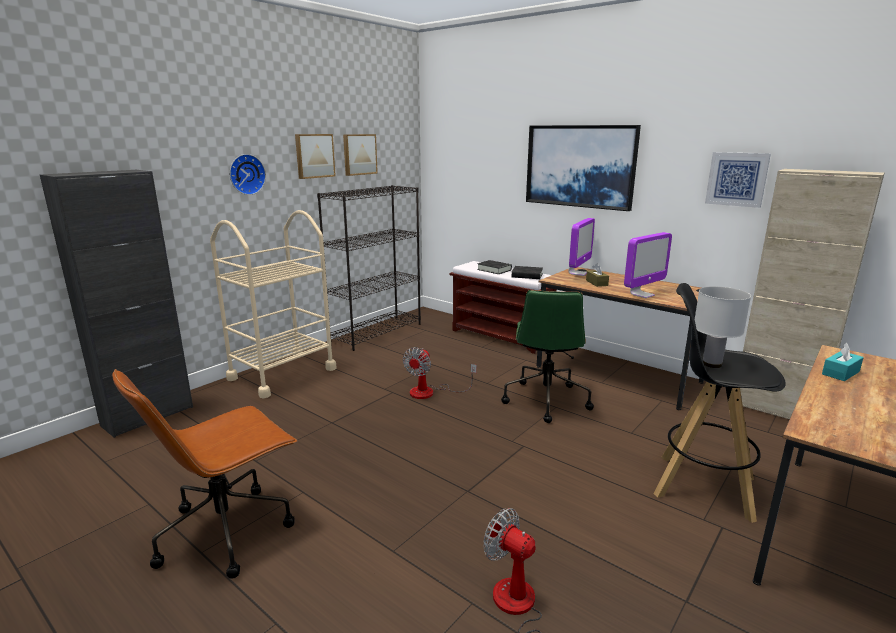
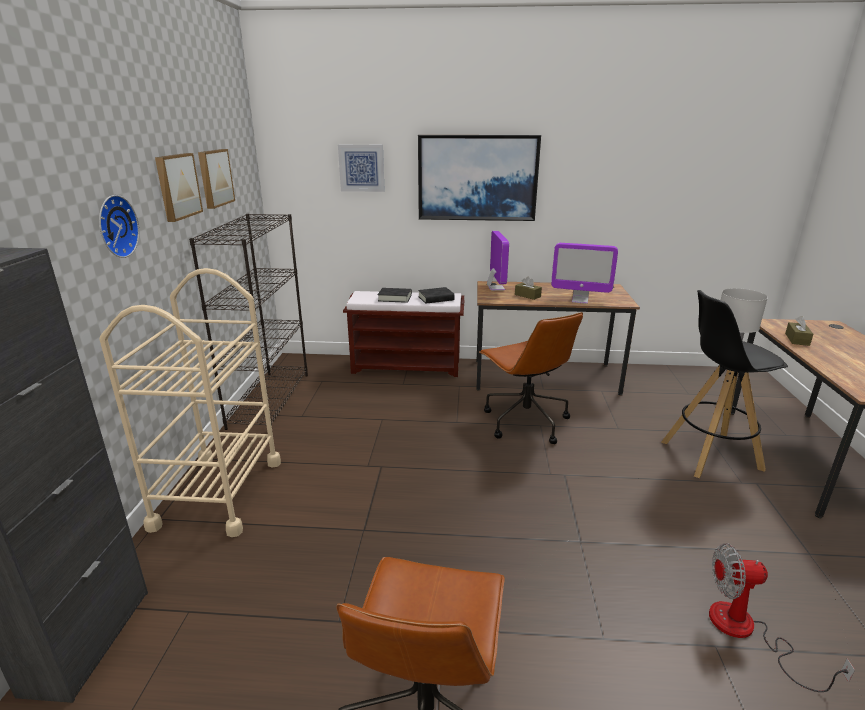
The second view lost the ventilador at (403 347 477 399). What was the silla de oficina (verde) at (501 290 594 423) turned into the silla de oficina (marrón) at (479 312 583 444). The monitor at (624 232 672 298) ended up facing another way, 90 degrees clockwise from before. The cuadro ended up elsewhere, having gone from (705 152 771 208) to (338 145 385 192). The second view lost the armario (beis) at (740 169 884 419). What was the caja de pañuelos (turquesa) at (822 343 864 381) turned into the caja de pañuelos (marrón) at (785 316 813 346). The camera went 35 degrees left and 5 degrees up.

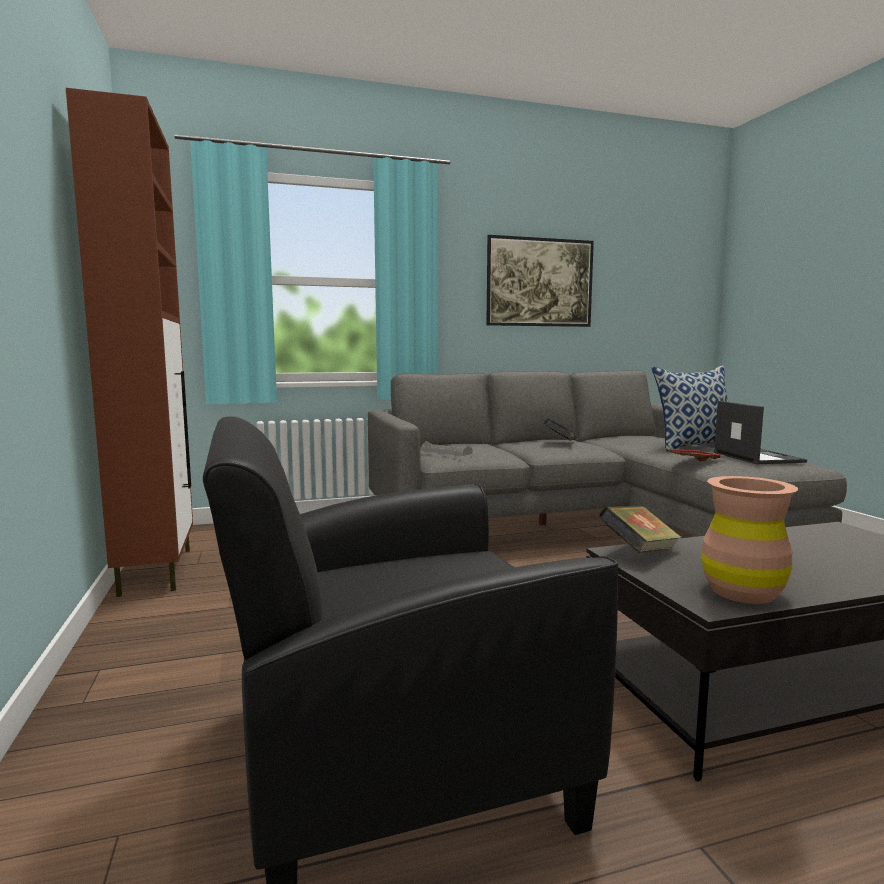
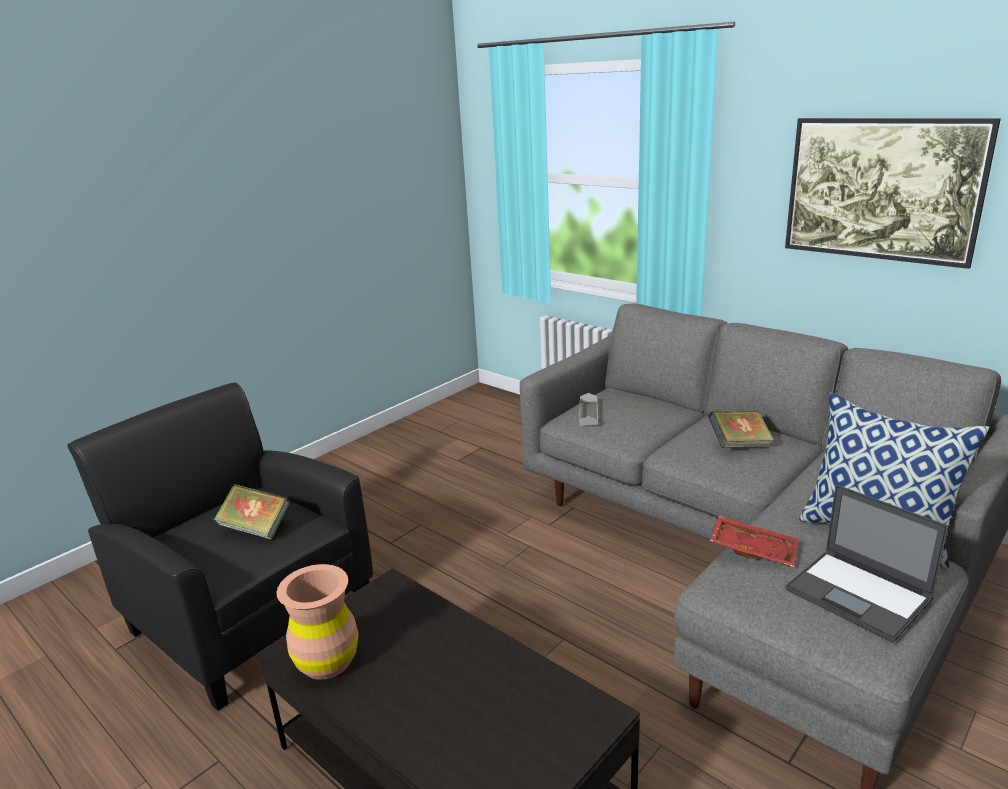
The second view lost the armario (marrón) at (66 88 193 597). The libro ended up elsewhere, having gone from (598 506 681 553) to (214 484 290 540). The portátil at (713 401 807 464) ended up facing another way, 90 degrees clockwise from before. The camera went 60 degrees right and 15 degrees up.

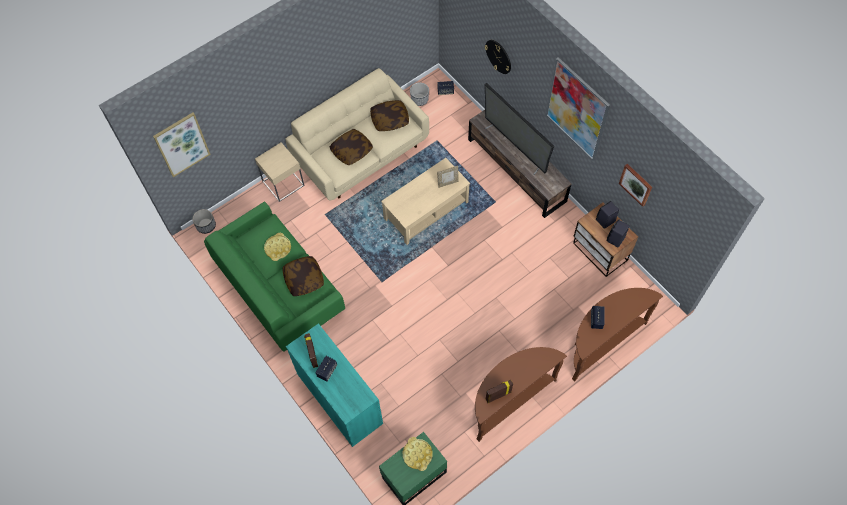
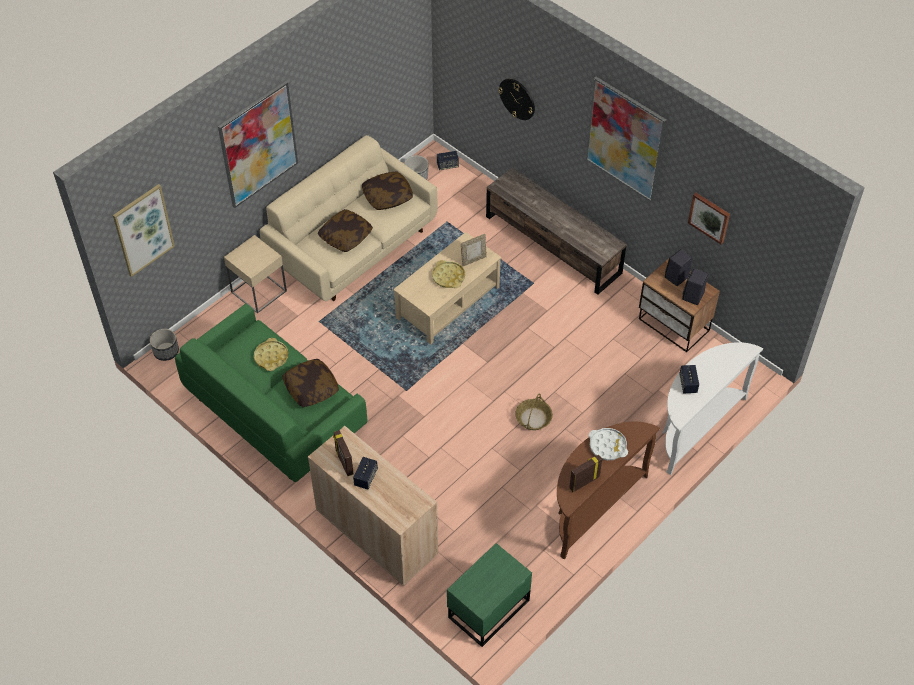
What was the armario (turquesa) at (286 323 383 447) turned into the armario (beis) at (308 426 438 586). The bandeja (amarillo) ended up elsewhere, having gone from (403 437 433 471) to (432 260 465 288). The second view lost the televisor at (484 83 554 175). What was the mesa consola (marrón) at (572 288 663 382) turned into the mesa consola (blanco) at (663 342 763 475). The second view gained the cuadro at (218 81 298 208). The second view gained the cesta at (515 393 553 430). The second view gained the bandeja (blanco) at (589 428 628 460). The camera went 10 degrees left and 10 degrees down.

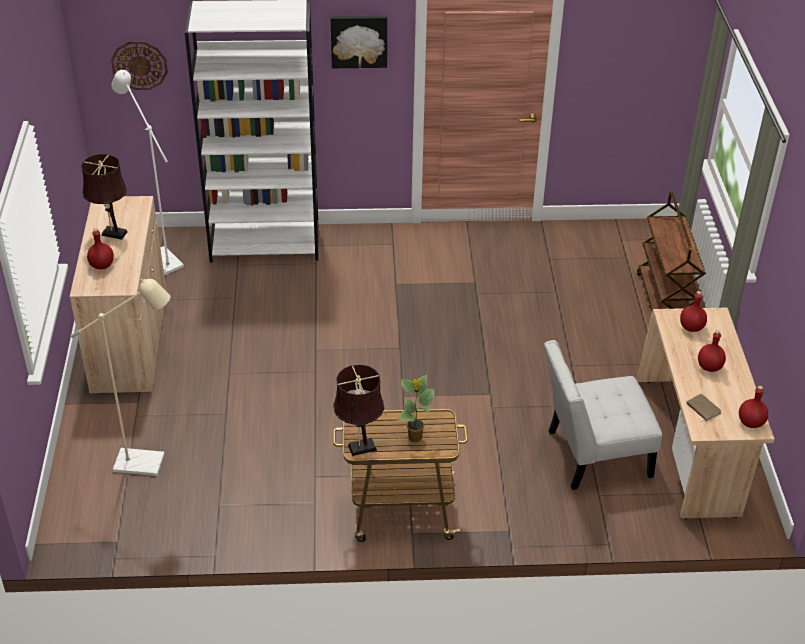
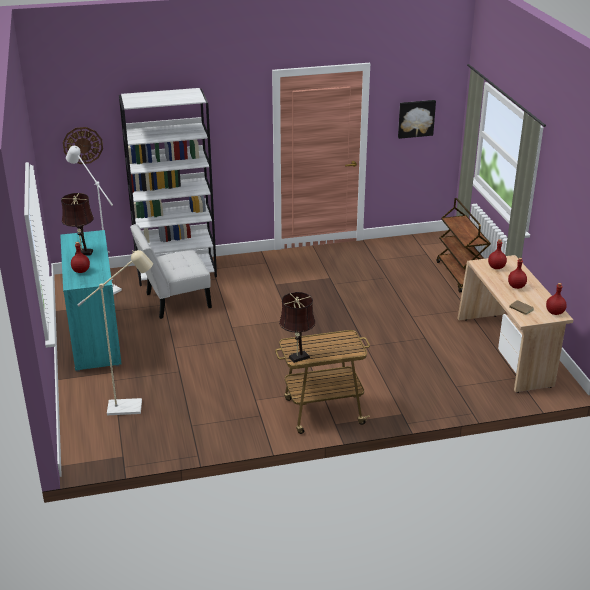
What was the armario (beis) at (70 196 166 395) turned into the armario (turquesa) at (60 230 122 372). The cuadro ended up elsewhere, having gone from (331 16 387 68) to (398 100 436 139). The second view lost the planta en maceta at (398 374 435 442). The silla (blanco) ended up elsewhere, having gone from (544 340 662 490) to (130 224 212 319). The camera went 10 degrees left and 10 degrees down.

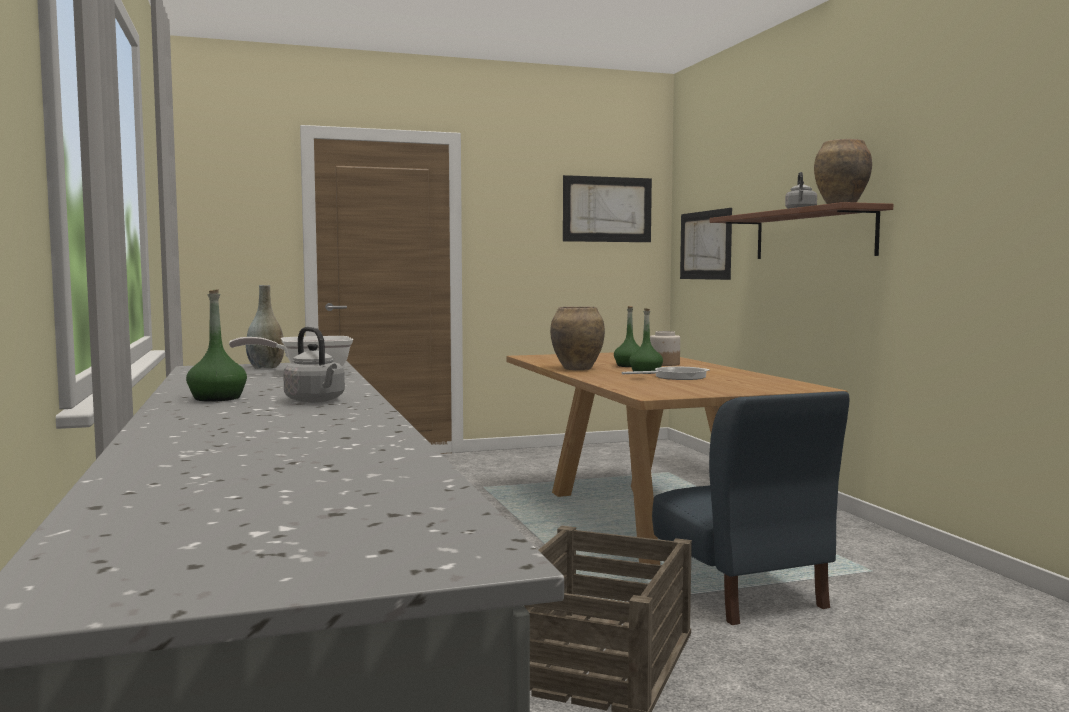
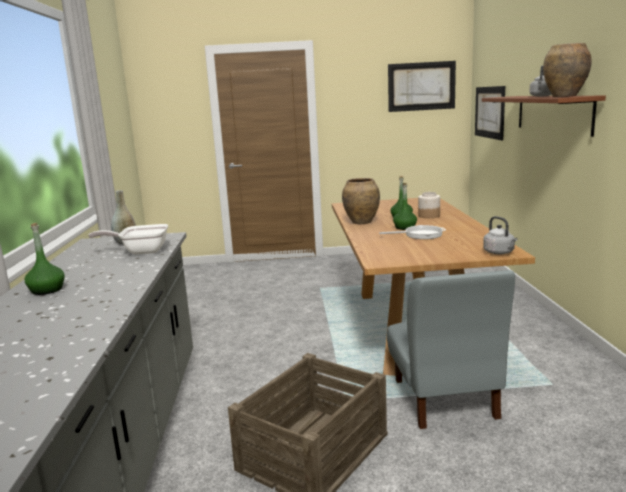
The hervidor (gris) ended up elsewhere, having gone from (283 327 345 403) to (483 216 518 255). What was the silla (azul) at (652 391 849 625) turned into the silla (gris) at (387 270 515 429). The camera went 15 degrees right and 10 degrees up.

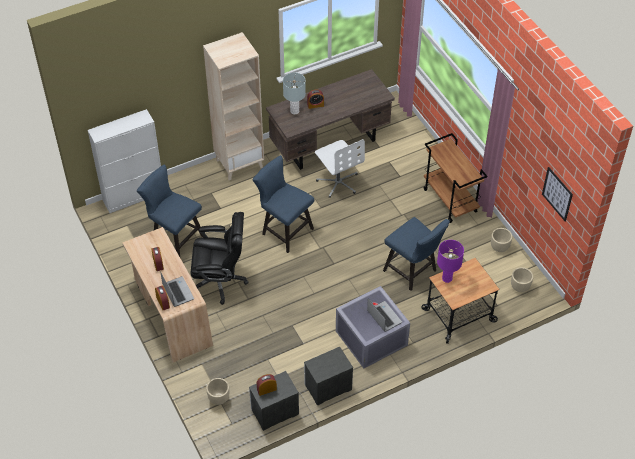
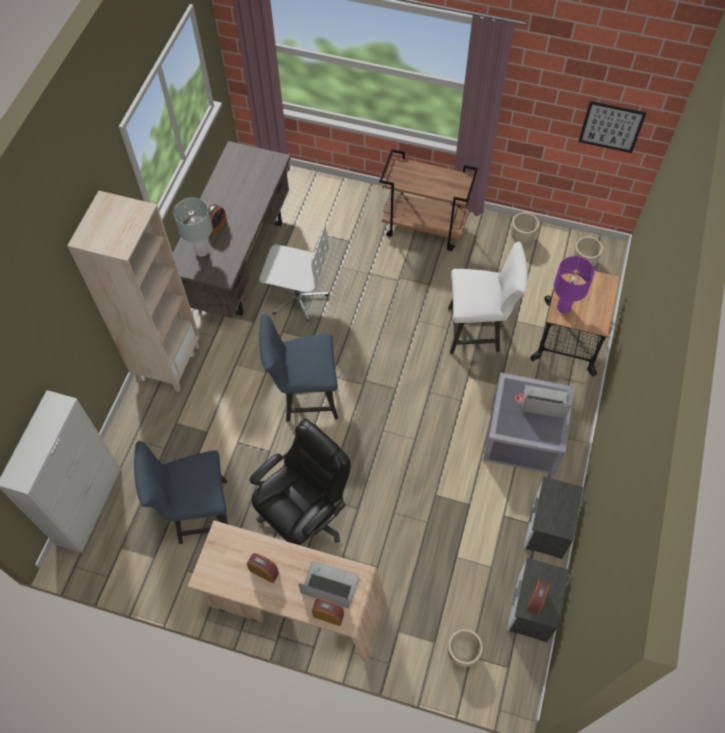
What was the silla (azul) at (383 217 450 291) turned into the silla (blanco) at (448 242 528 354). The camera went 45 degrees left and 10 degrees up.

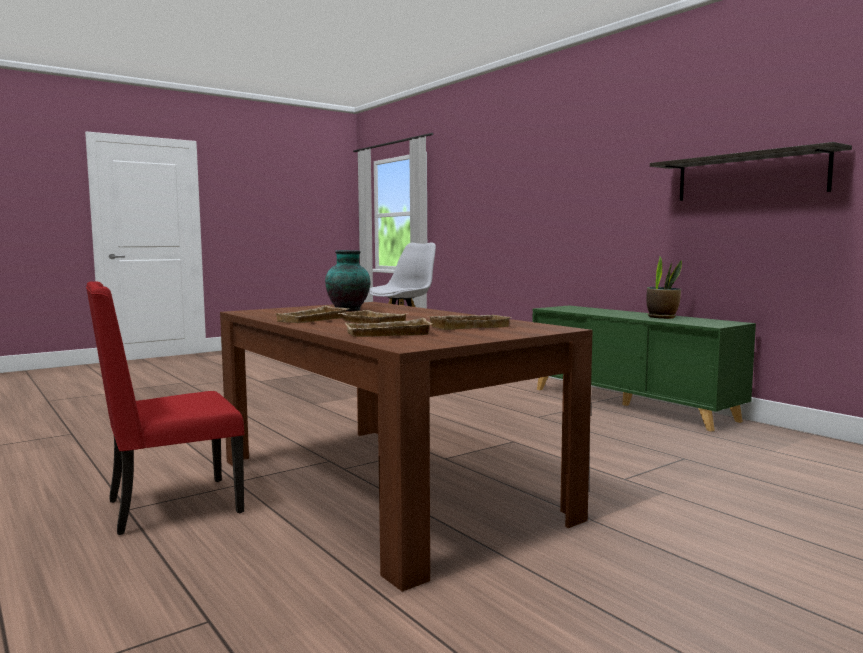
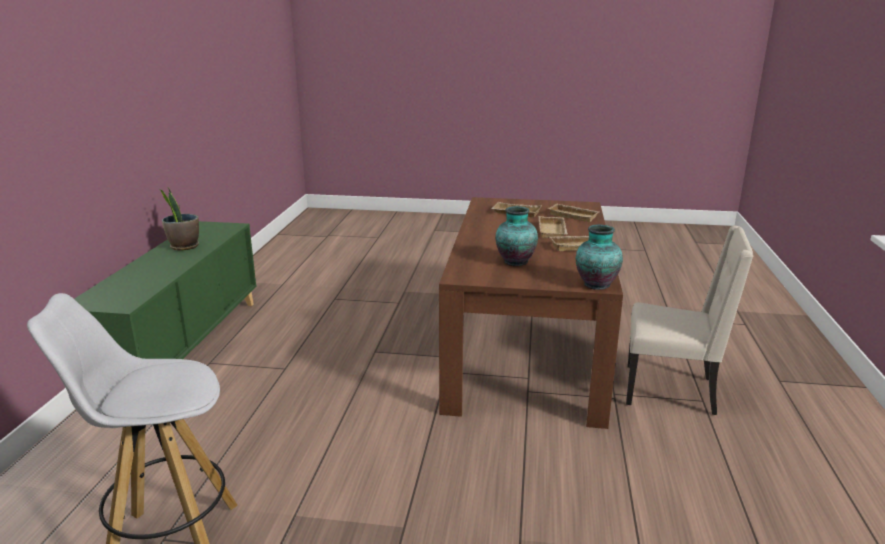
What was the silla (rojo) at (86 281 245 535) turned into the silla (beis) at (626 225 753 415). The second view lost the estante at (650 142 852 201). The second view gained the florero at (576 224 623 290). The camera went 135 degrees left and 15 degrees up.

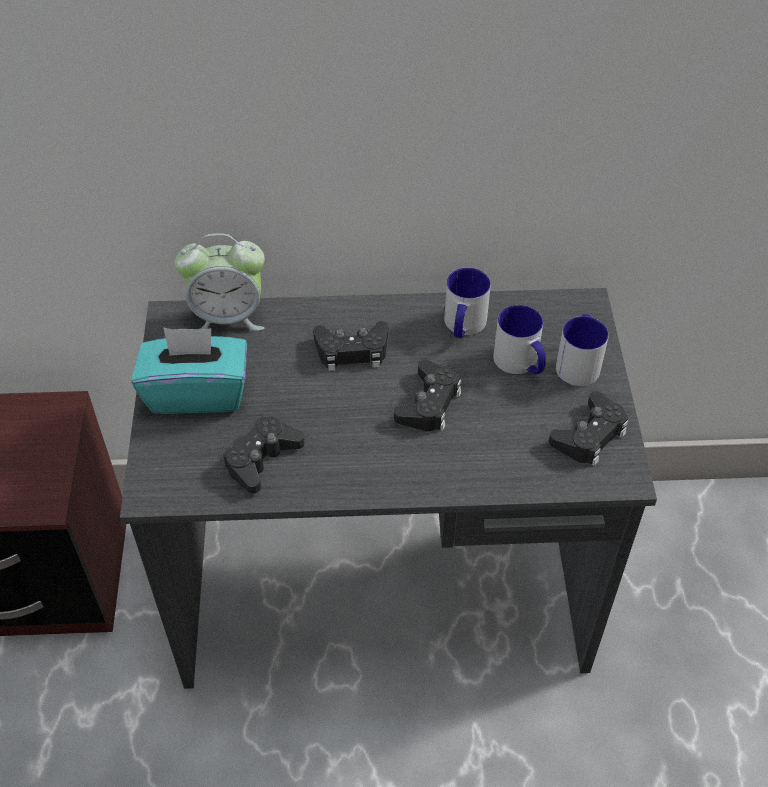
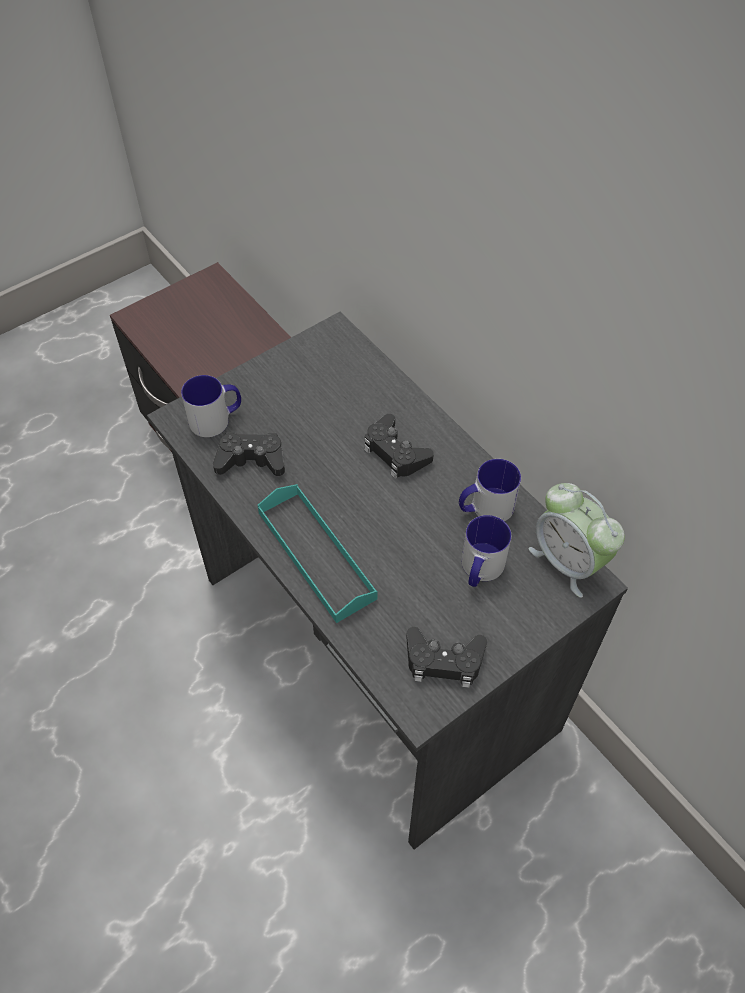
The second view lost the caja de pañuelos (turquesa) at (131 327 247 414). The despertador ended up elsewhere, having gone from (175 233 265 331) to (529 483 625 598). The second view lost the mando de consola (negro) at (394 360 461 431). The taza grande ended up elsewhere, having gone from (556 314 609 386) to (181 375 241 437). The second view gained the bandeja (turquesa) at (257 484 378 623). The camera went 55 degrees right and 5 degrees up.

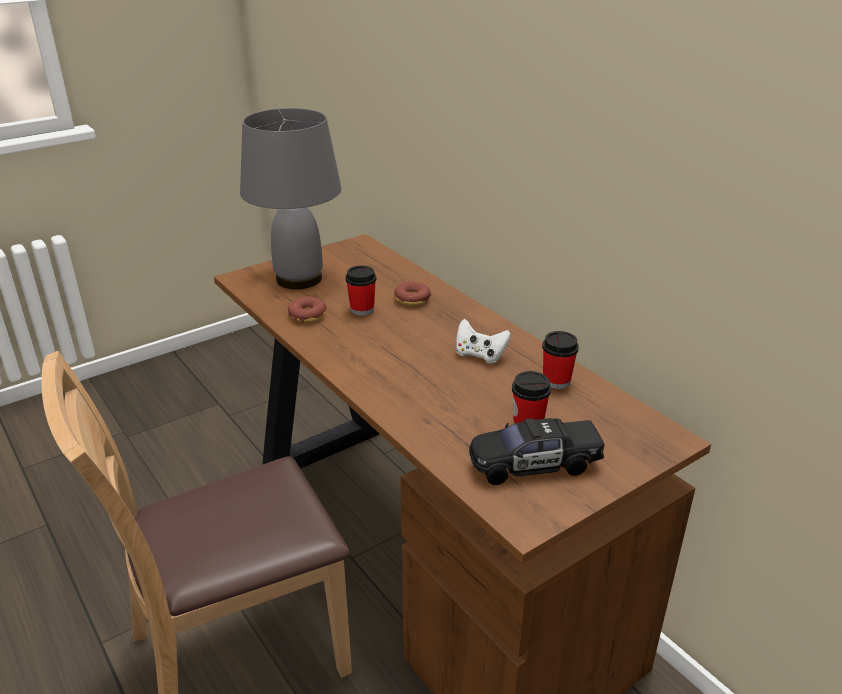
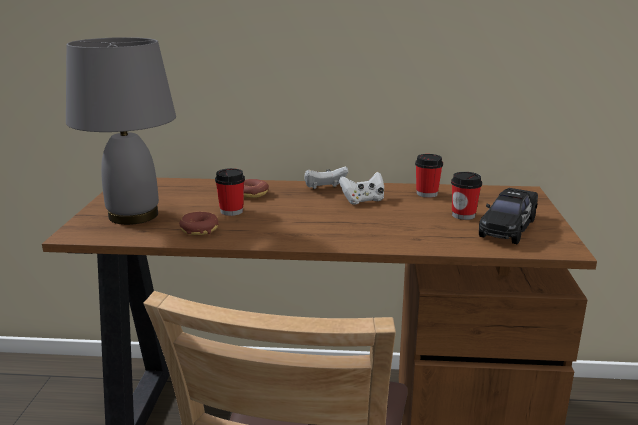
The second view gained the mando de consola (blanco) at (304 167 348 189). The camera went 50 degrees left and 10 degrees down.

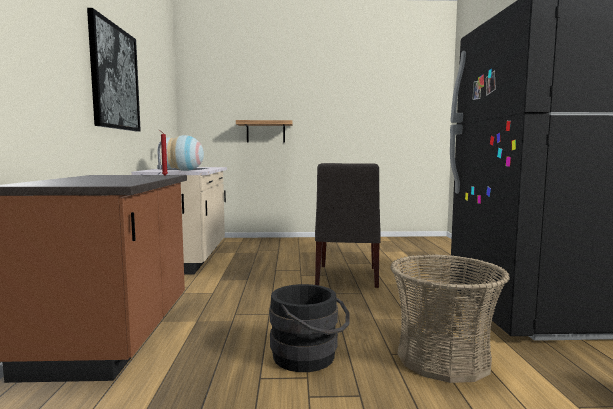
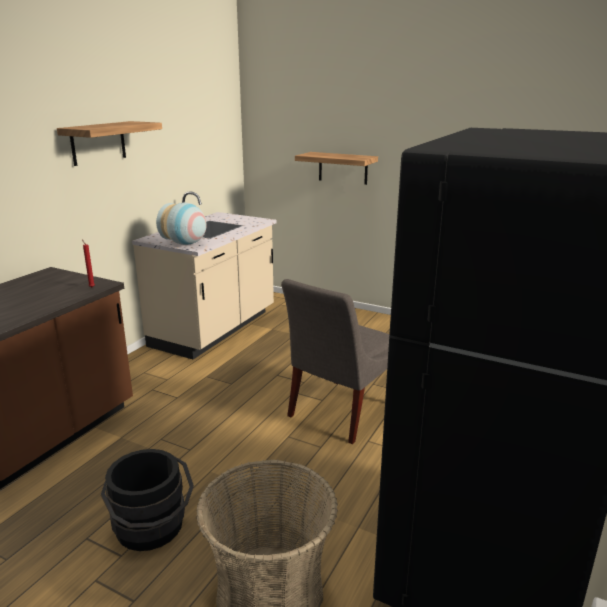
Where the cuadro hung at (87 8 141 132), the estante came to hang at (57 121 162 166). The camera went 30 degrees right and 15 degrees up.

